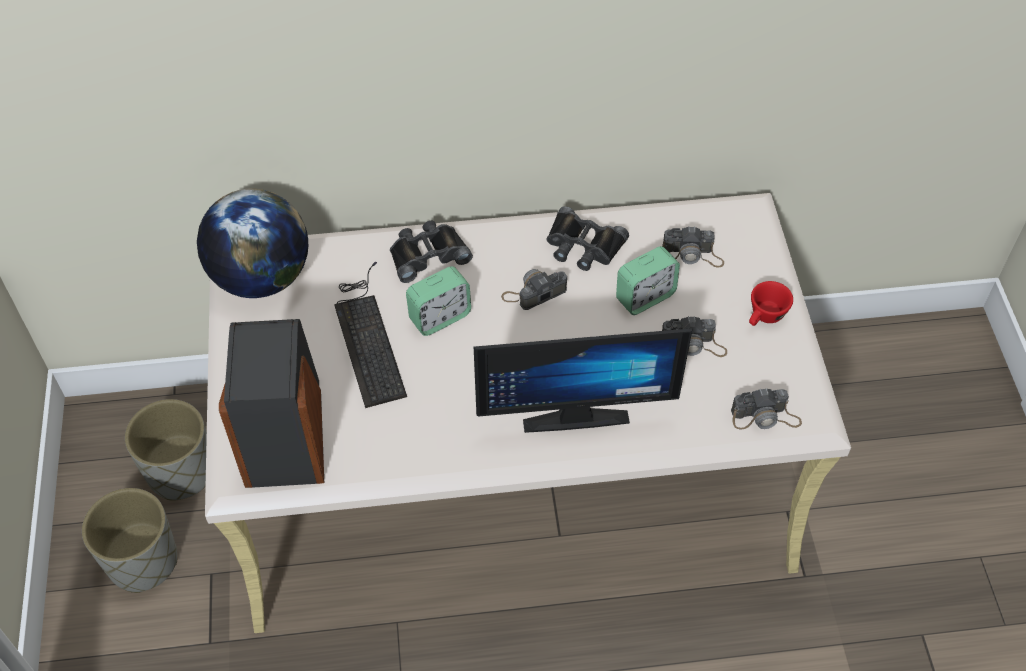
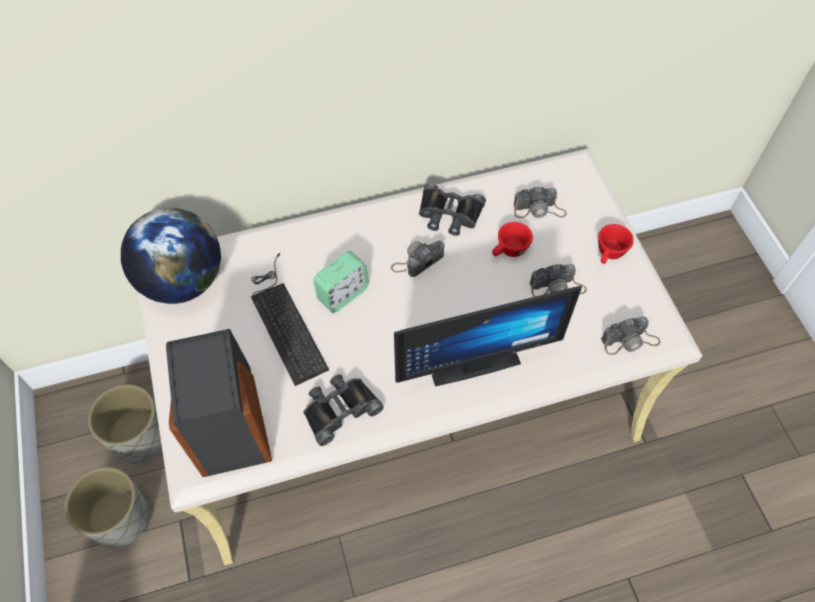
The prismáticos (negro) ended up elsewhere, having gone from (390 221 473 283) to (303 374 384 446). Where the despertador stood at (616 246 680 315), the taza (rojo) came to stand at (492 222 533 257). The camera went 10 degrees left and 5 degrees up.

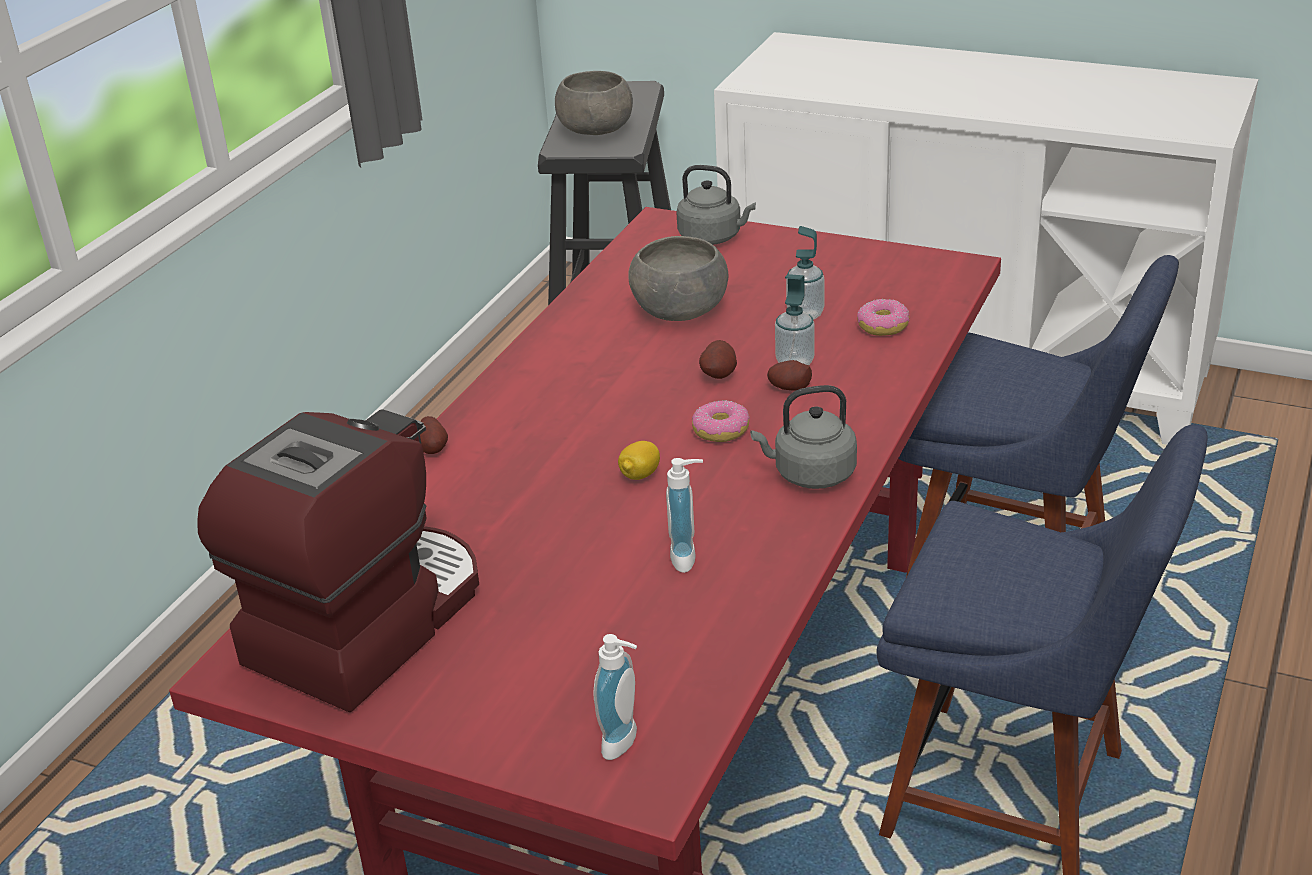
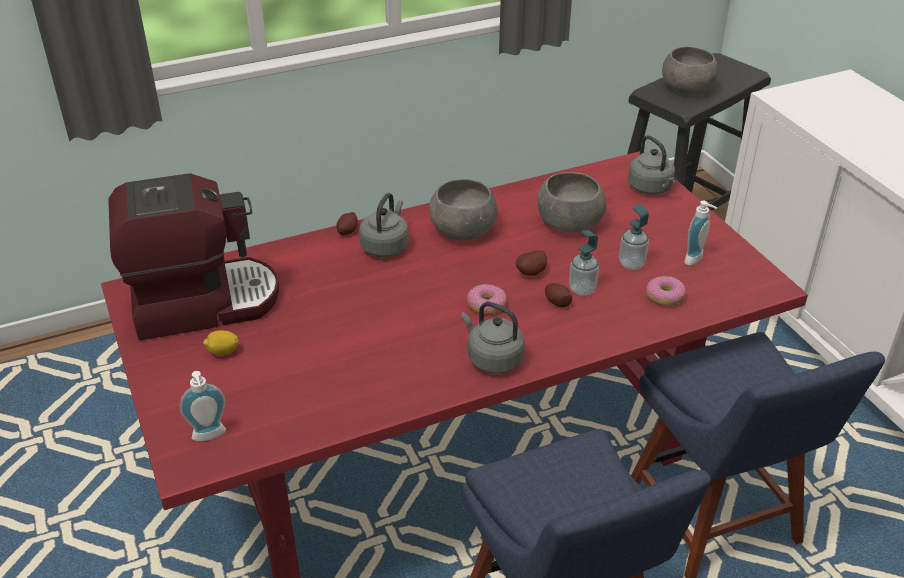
The limón ended up elsewhere, having gone from (618 441 660 480) to (203 330 239 356). The dispensador de jabón ended up elsewhere, having gone from (666 458 703 573) to (684 201 717 265). The second view gained the hervidor (gris) at (359 193 409 257). The second view gained the cuenco (gris) at (429 179 497 241). The camera went 40 degrees right and 5 degrees up.

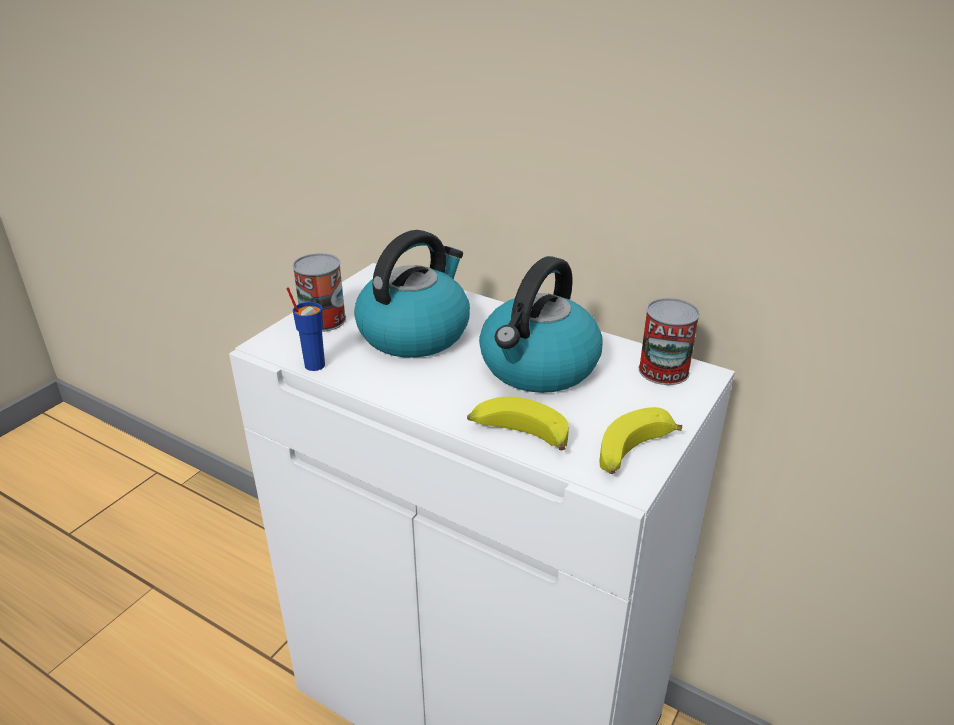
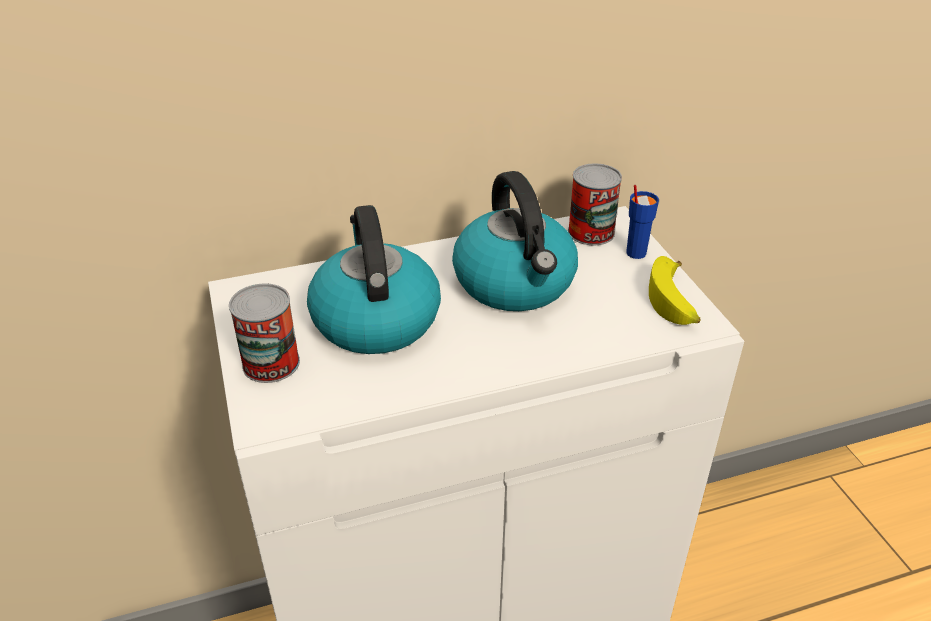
The taza (azul) ended up elsewhere, having gone from (286 287 325 371) to (626 185 659 259). The second view lost the plátano at (467 397 569 450). The camera went 50 degrees left and 5 degrees up.

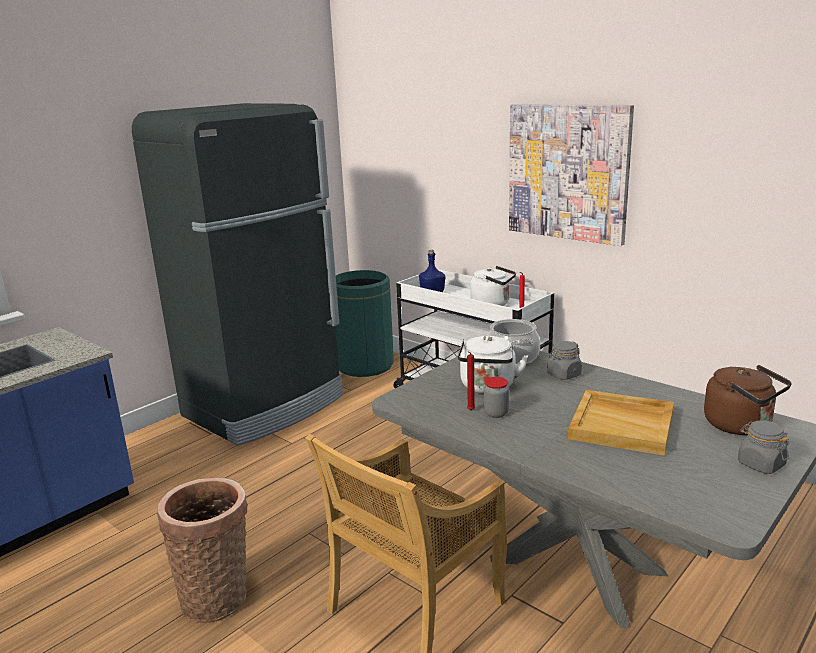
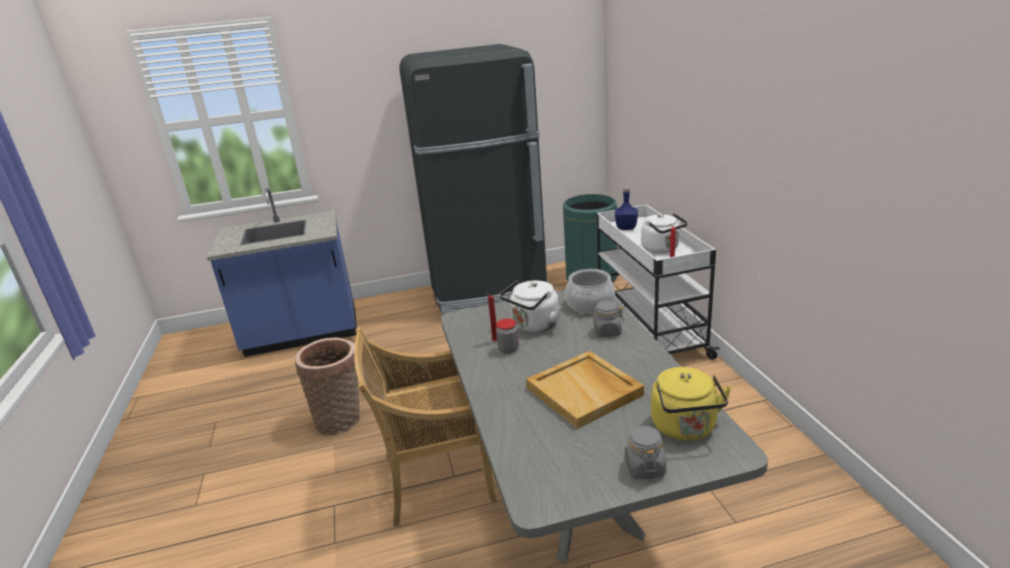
The second view lost the cuadro at (509 104 634 246). What was the hervidor (marrón) at (704 365 792 435) turned into the hervidor (amarillo) at (651 367 731 441). The camera went 35 degrees right and 5 degrees up.

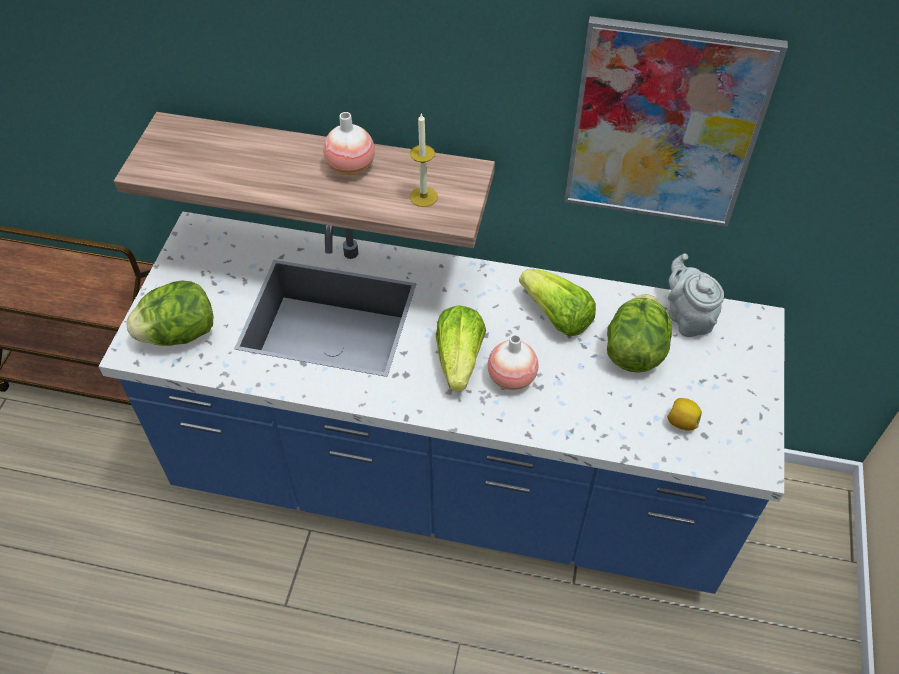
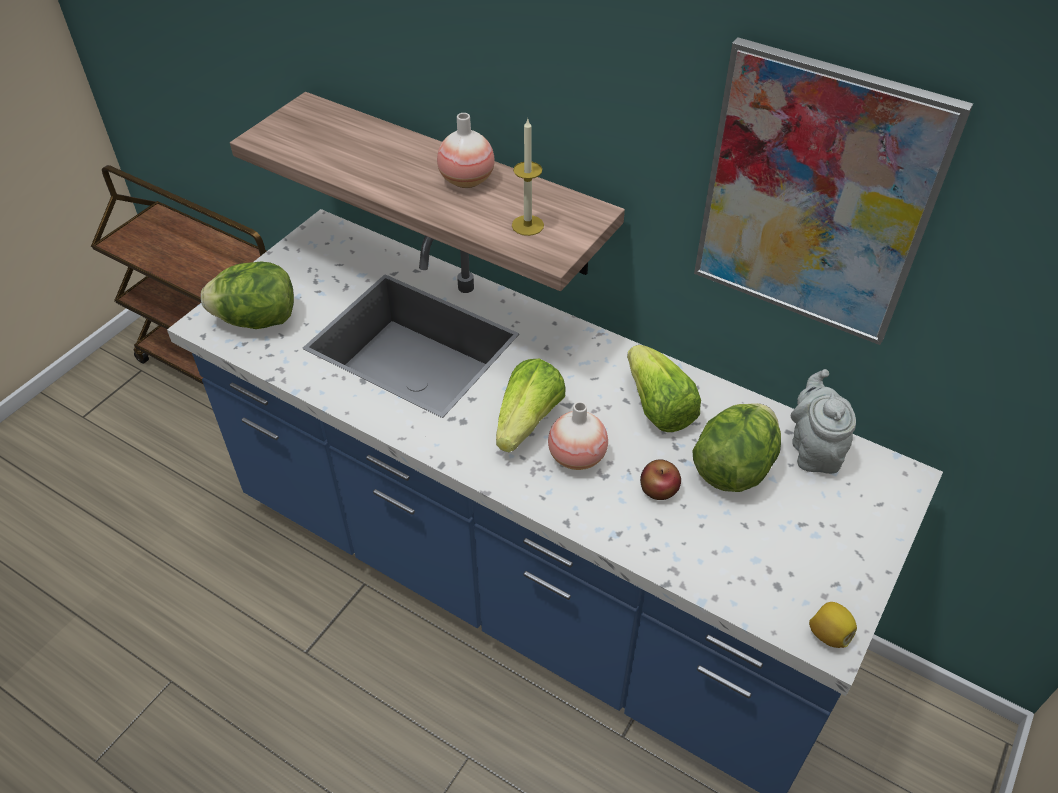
The limón ended up elsewhere, having gone from (667 398 702 431) to (809 602 857 648). The second view gained the manzana at (640 459 681 500). The camera went 20 degrees right and 5 degrees down.

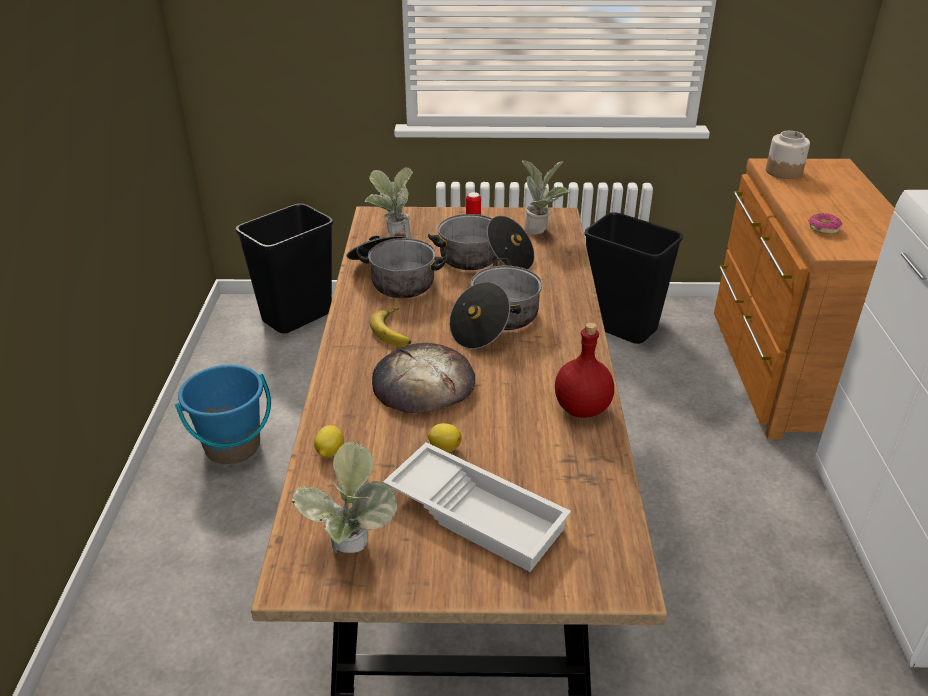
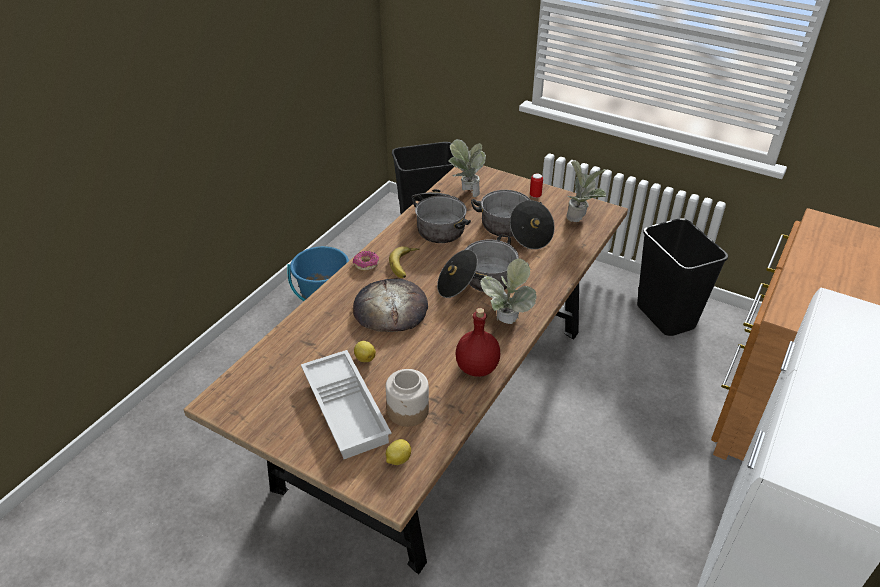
The planta en maceta ended up elsewhere, having gone from (290 442 397 553) to (480 259 536 324). The limón ended up elsewhere, having gone from (314 425 344 457) to (386 439 411 465). The tarro ended up elsewhere, having gone from (766 131 810 179) to (386 369 429 427). The rosquilla ended up elsewhere, having gone from (808 213 842 234) to (353 251 379 271). The camera went 30 degrees right and 5 degrees up.

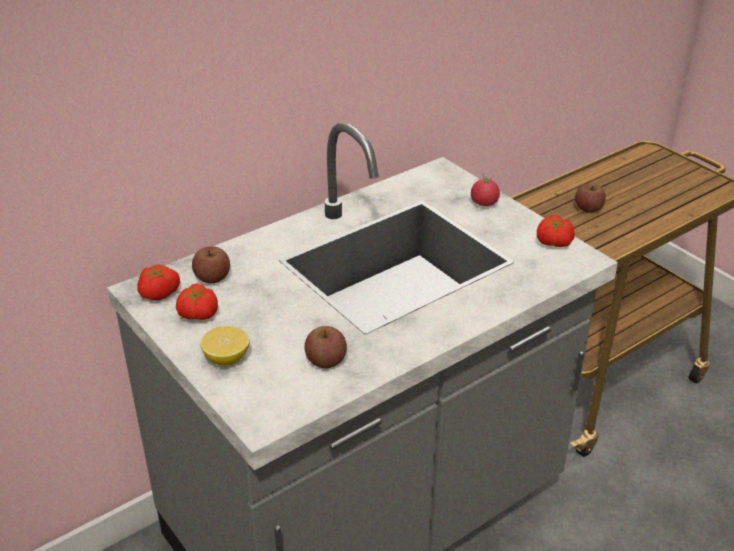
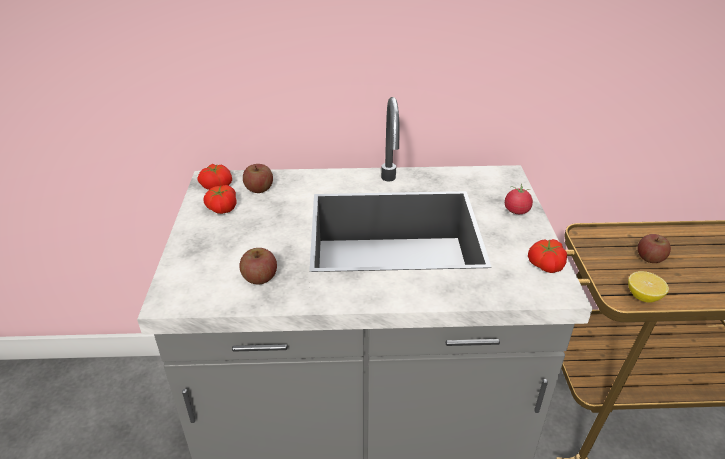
The limón ended up elsewhere, having gone from (200 326 250 366) to (628 271 669 303). The camera went 35 degrees right and 0 degrees up.

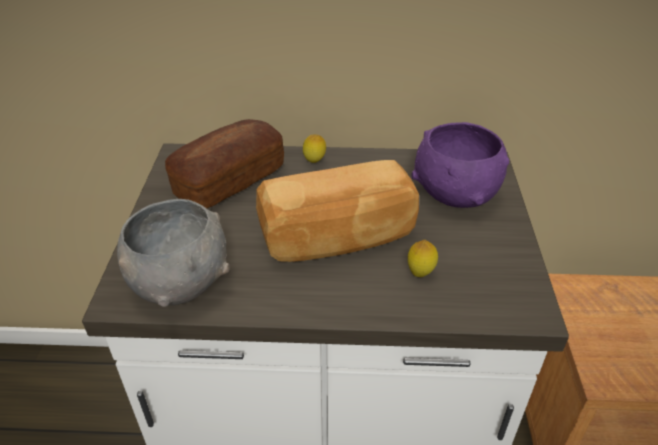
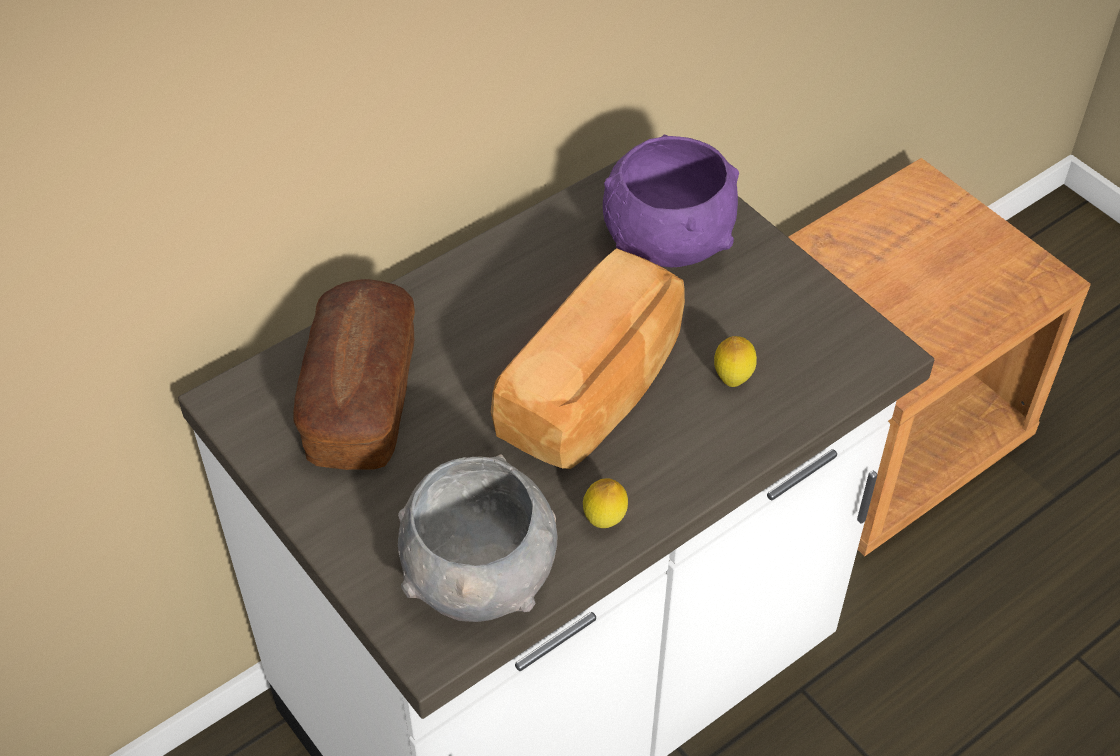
The limón ended up elsewhere, having gone from (303 134 326 163) to (583 478 628 528). The camera went 40 degrees left and 10 degrees up.

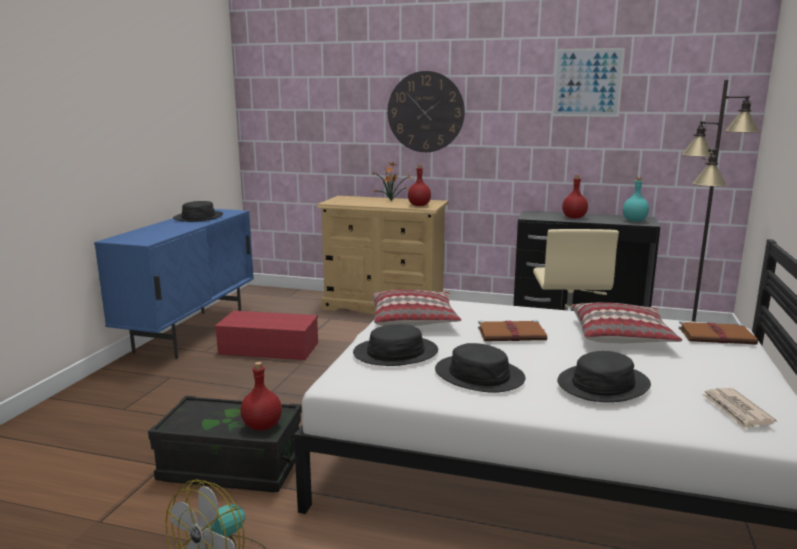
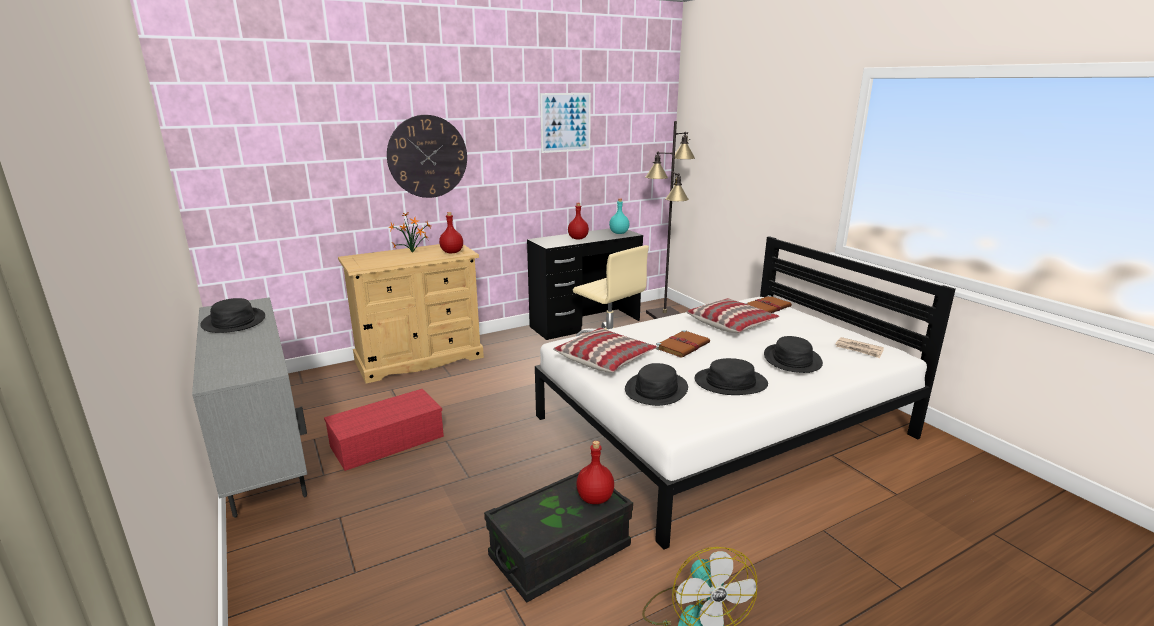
What was the armario (azul) at (94 209 254 359) turned into the armario (gris) at (192 297 307 518). The camera went 45 degrees left and 5 degrees up.

